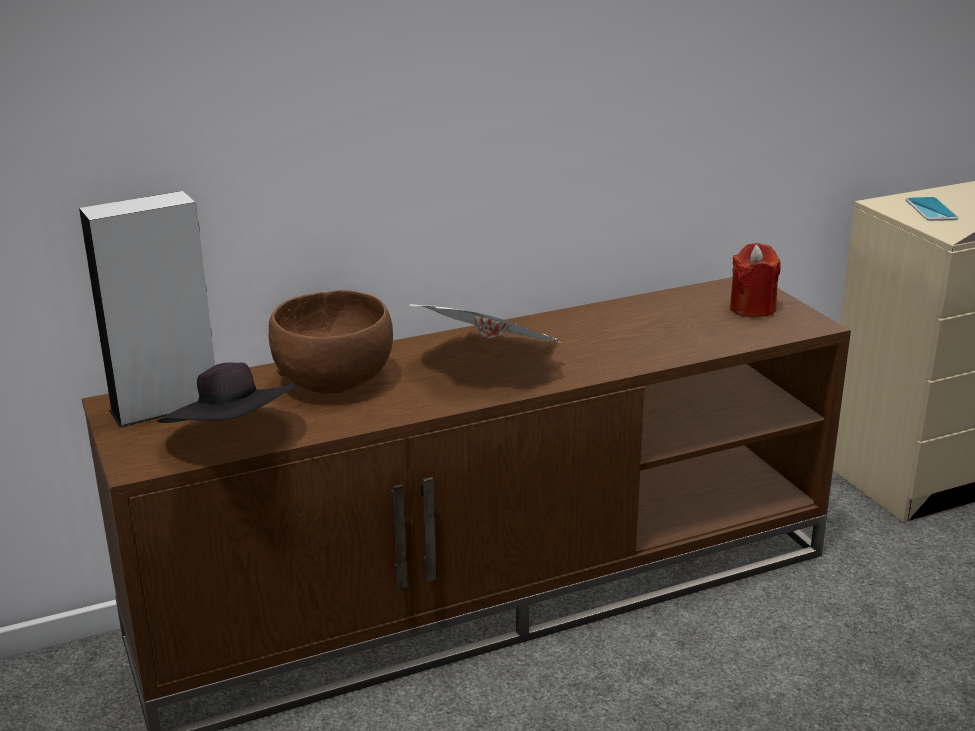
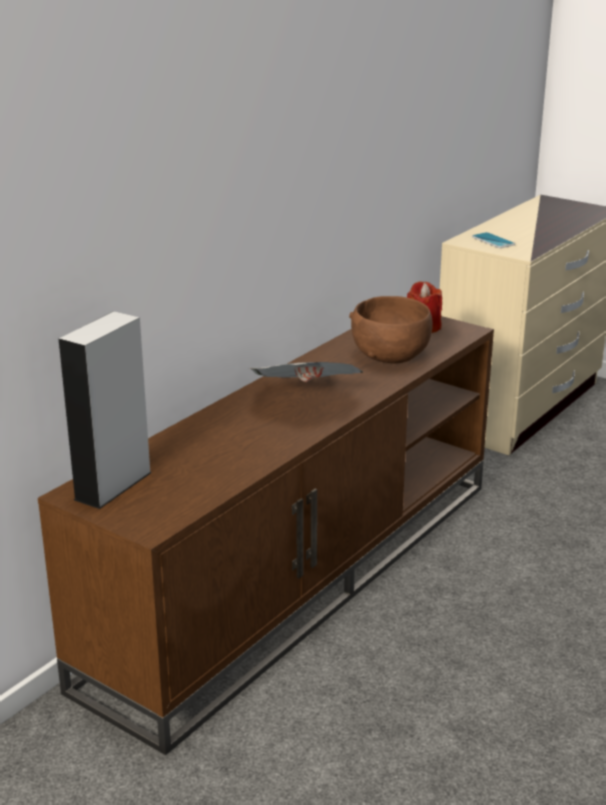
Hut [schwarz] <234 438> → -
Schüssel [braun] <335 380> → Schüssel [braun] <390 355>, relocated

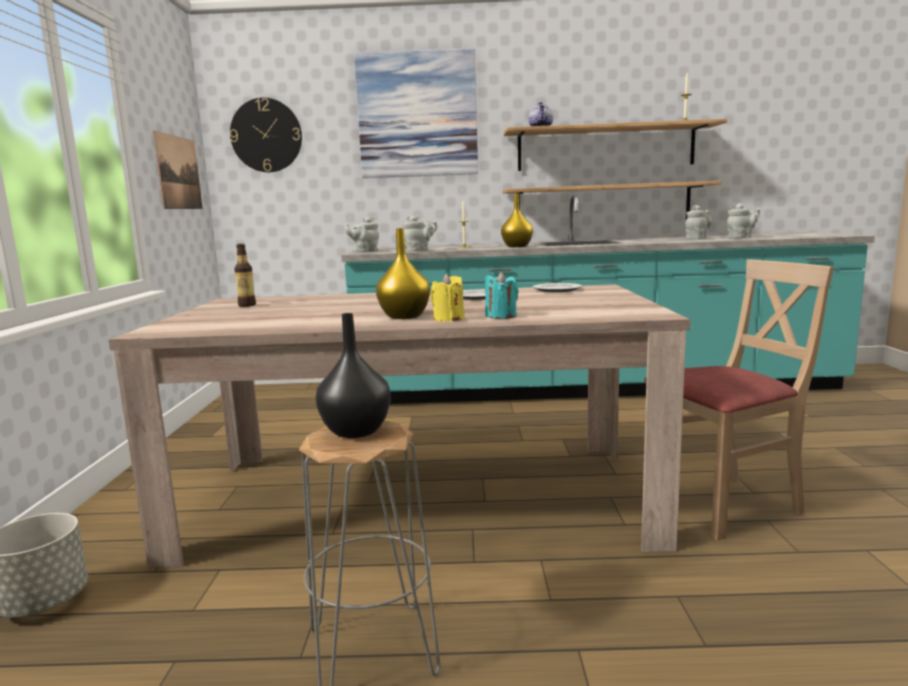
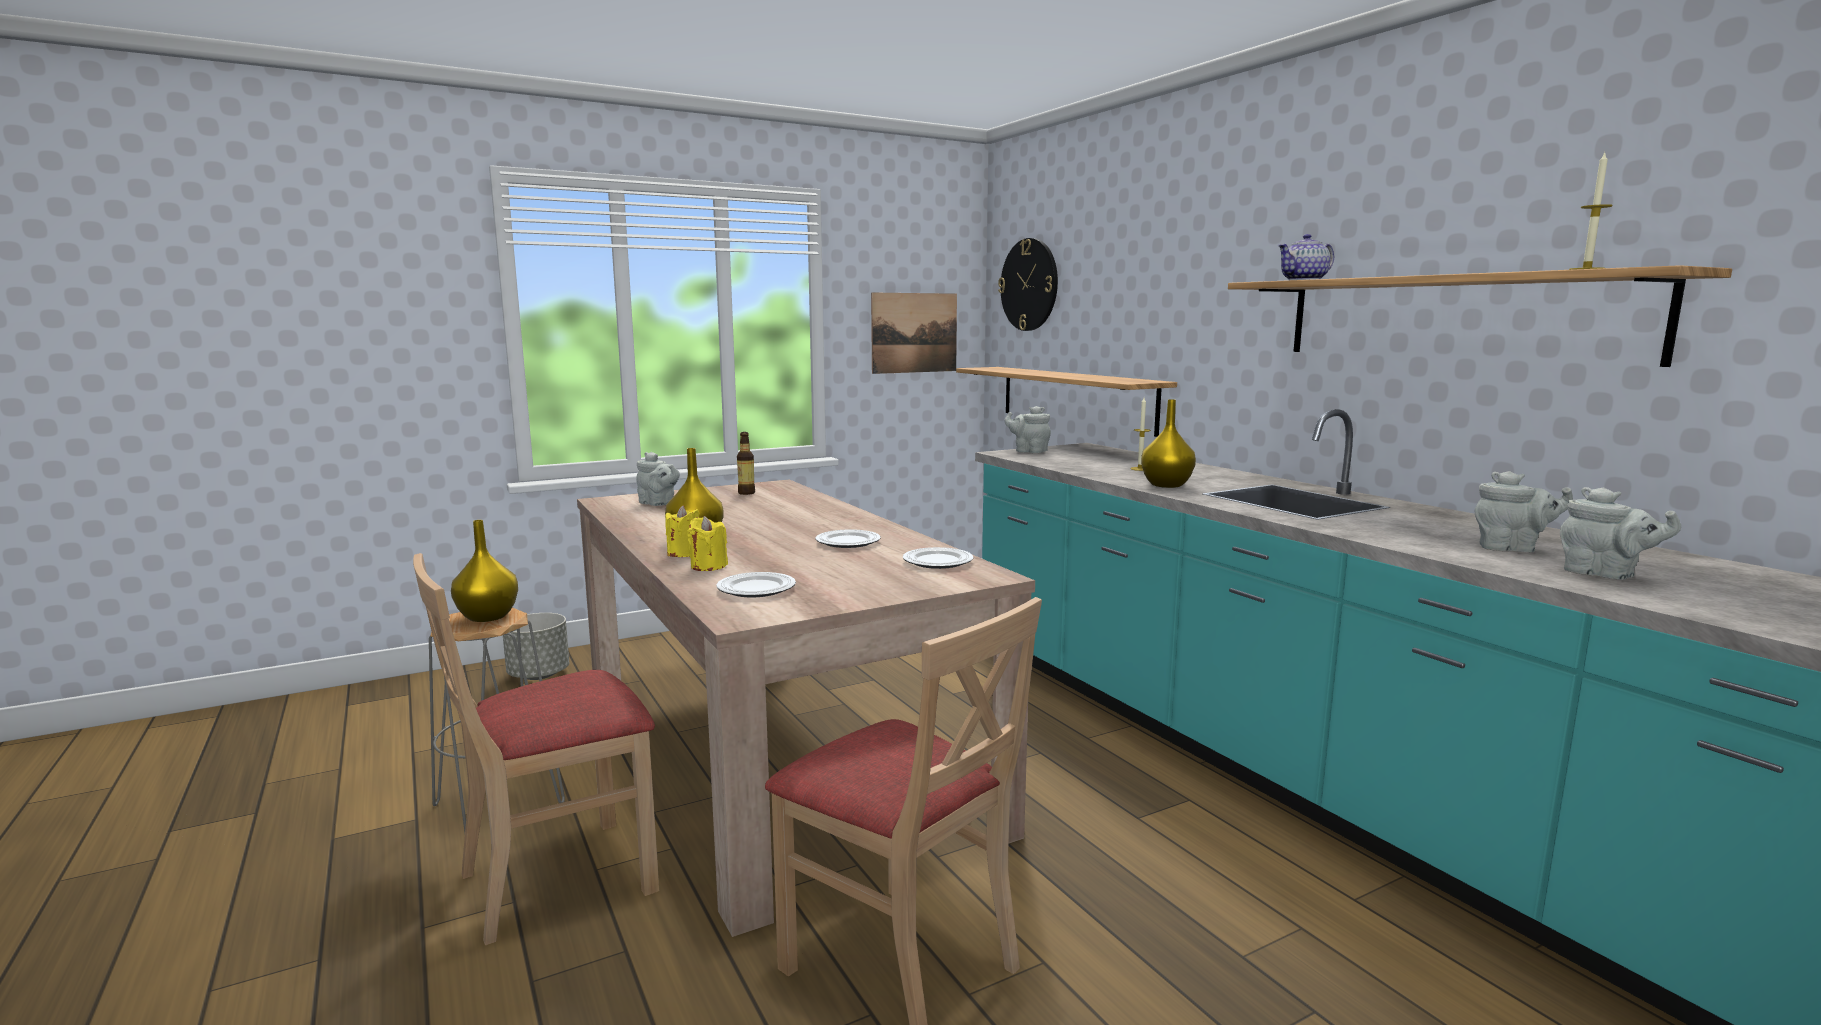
Vase [schwarz] <355 432> → Vase [gelb] <486 617>
Bild <417 115> → -
Teekanne [grau] <419 251> → Teekanne [grau] <658 504>, relocated
Kerze [türkis] <501 316> → Kerze [gelb] <708 566>
Wandregal <603 205> → Wandregal <1075 398>, relocated
- → Stuhl [beige] <558 879>
- → Teller <756 589>

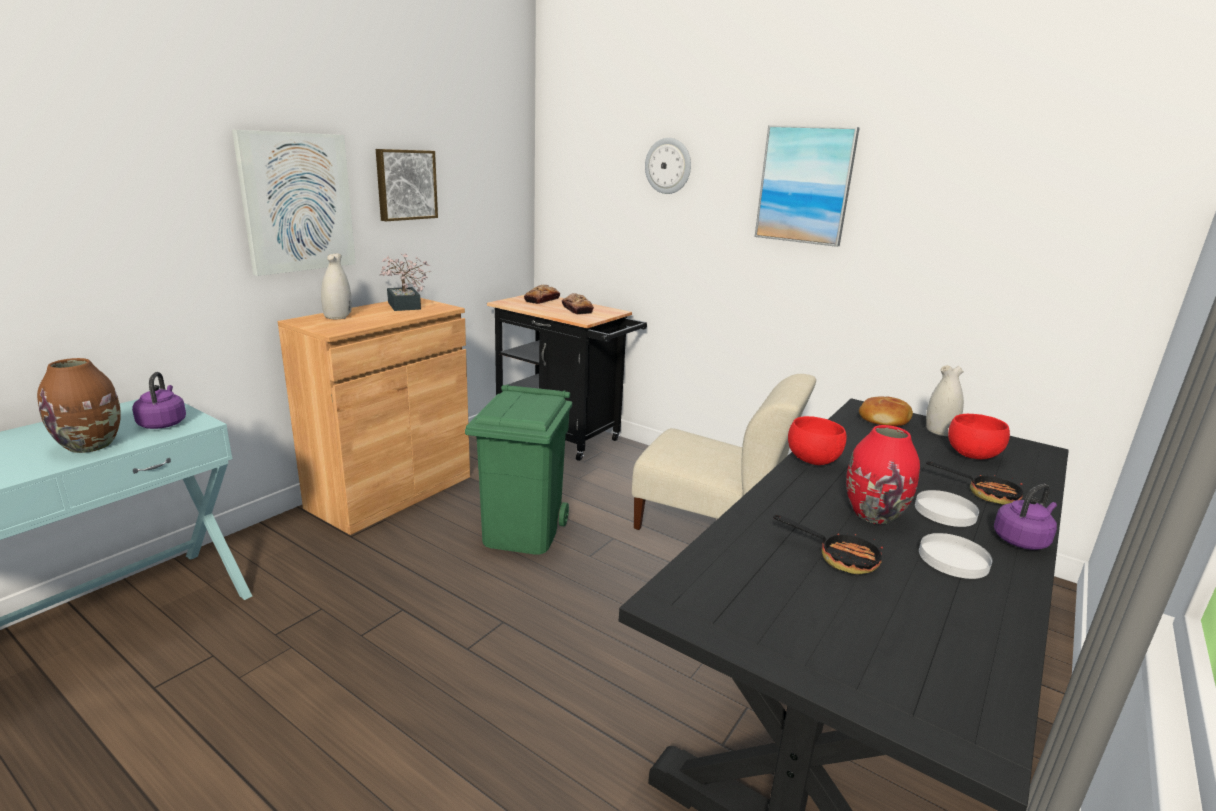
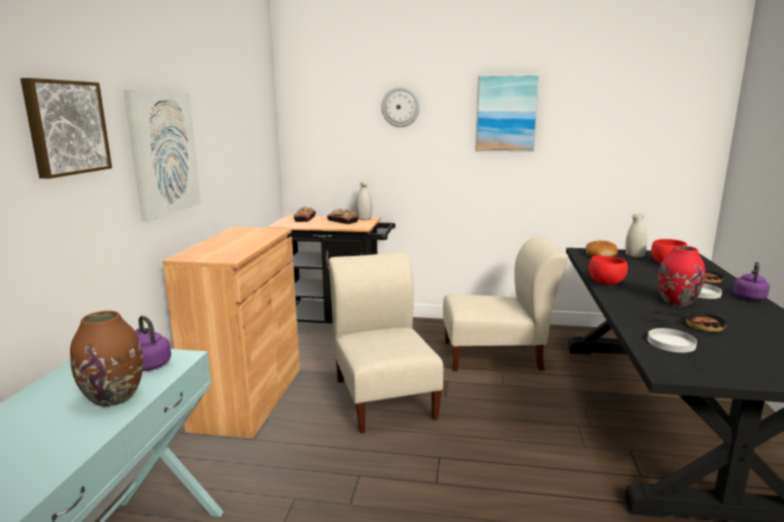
Vase [weiß] <338 316> → Vase [weiß] <364 218>, relocated
Bild <405 184> → Bild <65 127>, relocated
Topfpflanze <404 307> → -
Mülleimer [grün] <523 532> → Stuhl [beige] <384 396>
Teller [weiß] <953 559> → Teller [weiß] <671 343>, relocated

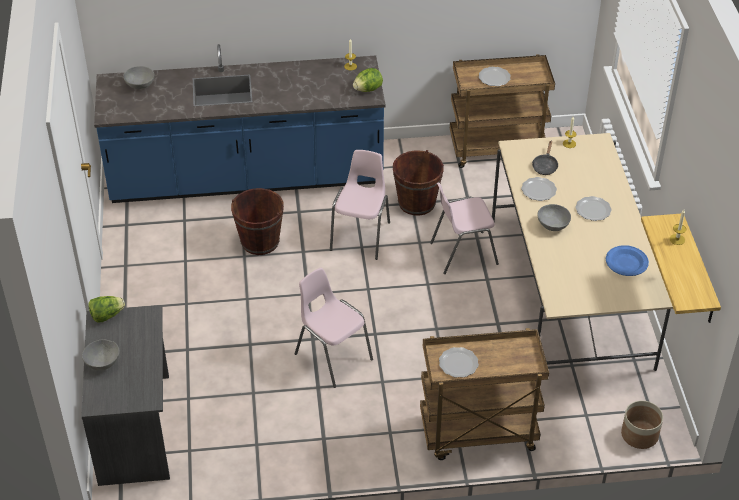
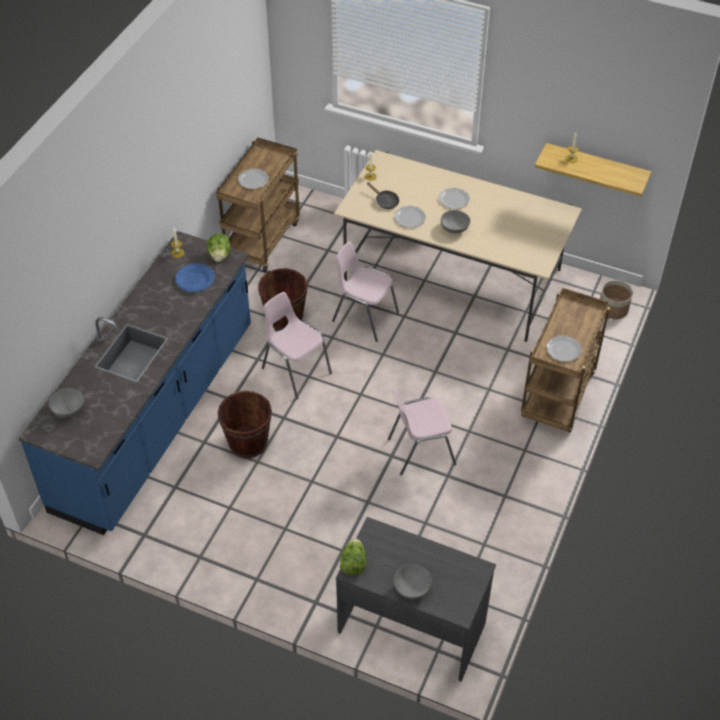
Stuhl [rosa] <462 253> → Stuhl [rosa] <364 317>, 105 degrees clockwise
Teller [blau] <627 263> → Teller [blau] <195 279>, relocated

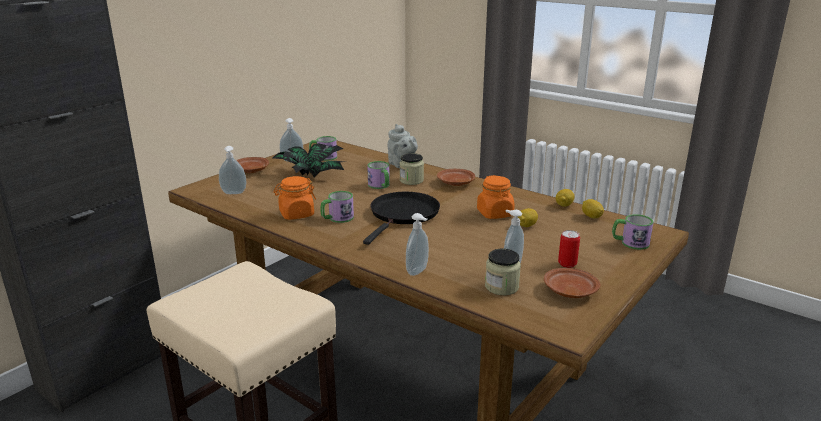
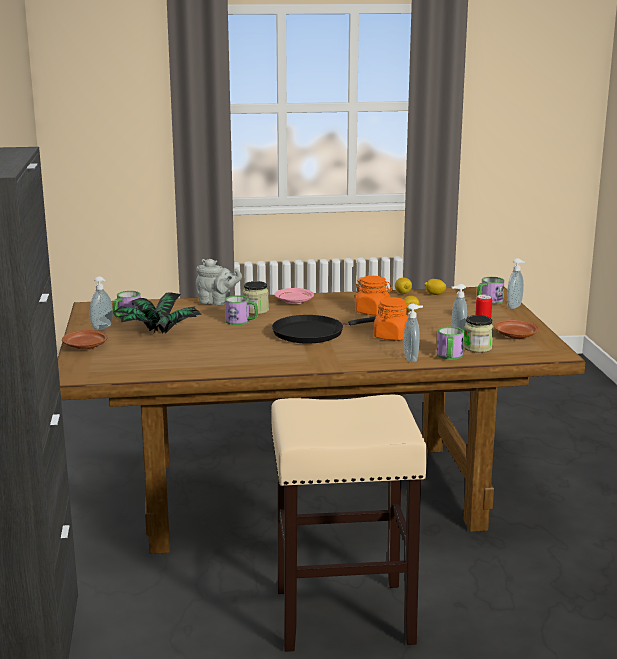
Seifenspender <234 193> → Seifenspender <515 307>, relocated
Vorratsglas [orange] <296 214> → Vorratsglas [orange] <391 336>, relocated
Henkelbecher <337 218> → Henkelbecher <449 356>, relocated
Pfanne [schwarz] <403 215> → Pfanne [schwarz] <313 333>, 90 degrees counterclockwise
Teller [braun] <455 183> → Teller [rosa] <294 302>

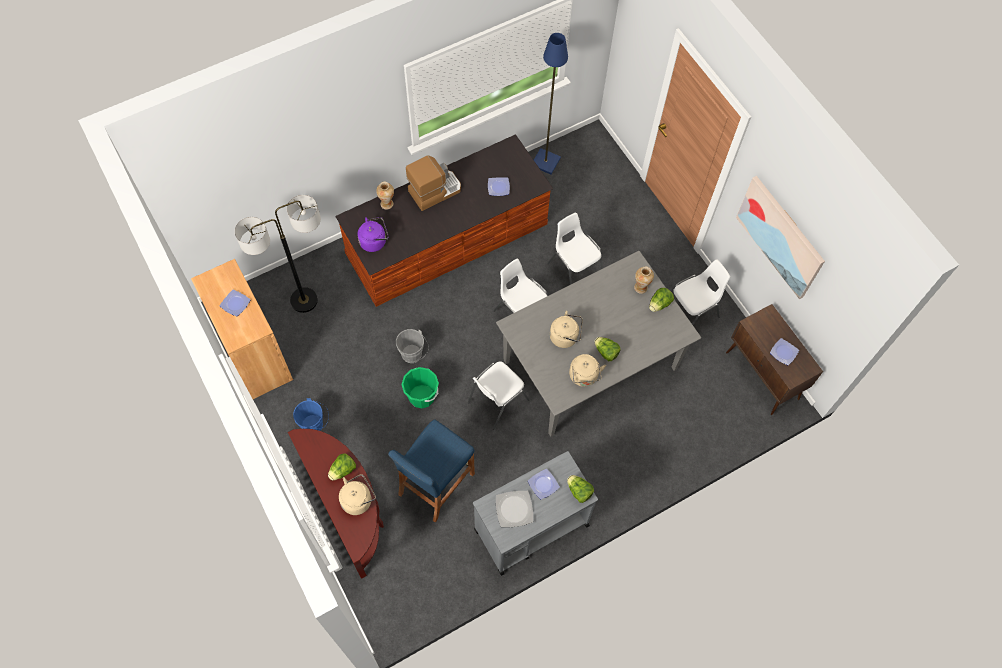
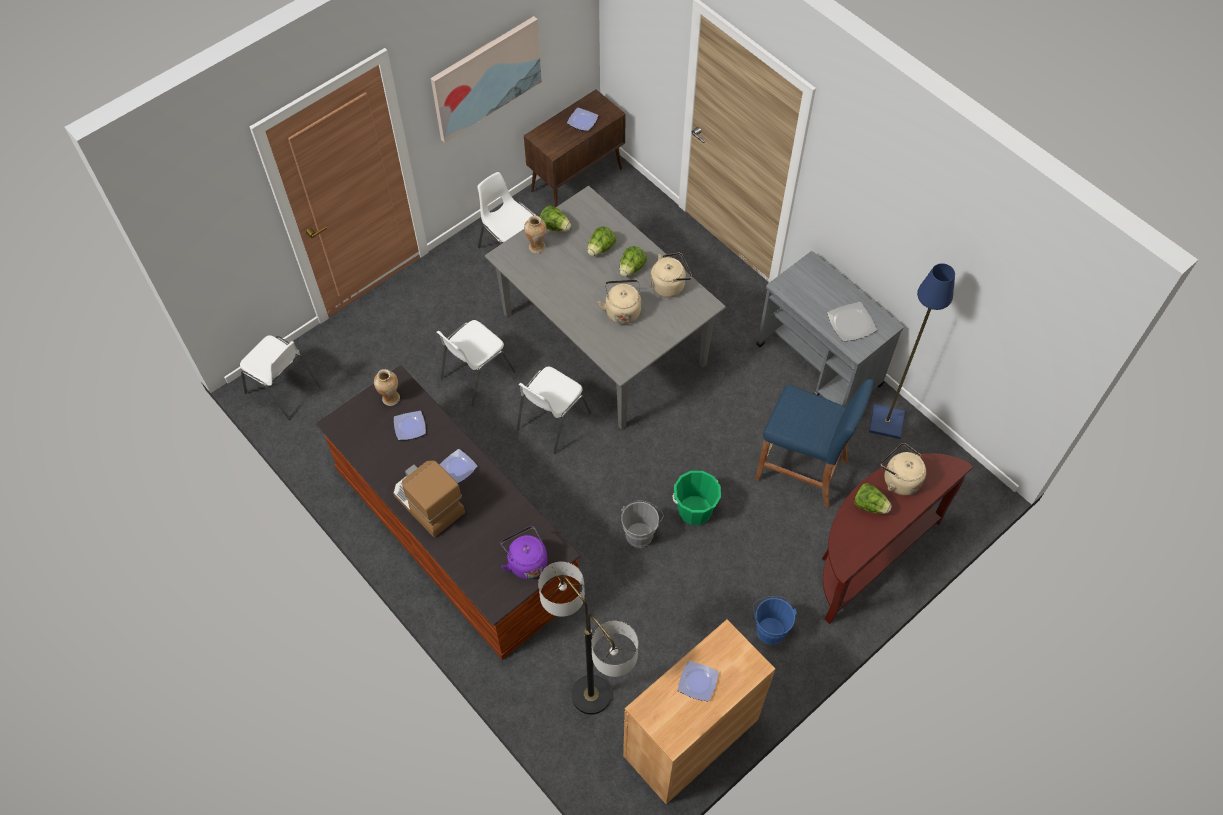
Vase <387 204> → Vase <390 398>, relocated
Stuhl [weiß] <497 401> → Stuhl [weiß] <284 390>, relocated
Teller <543 484> → Teller <457 468>, relocated
Stehlampe [blau] <546 161> → Stehlampe [blau] <885 421>, relocated
Salatkopf <579 491> → Salatkopf <600 249>, relocated

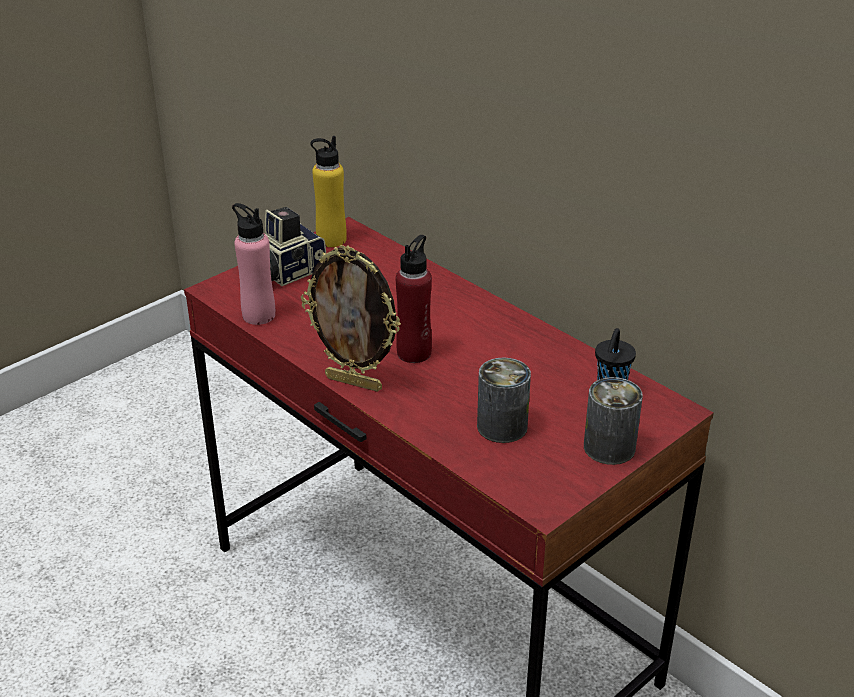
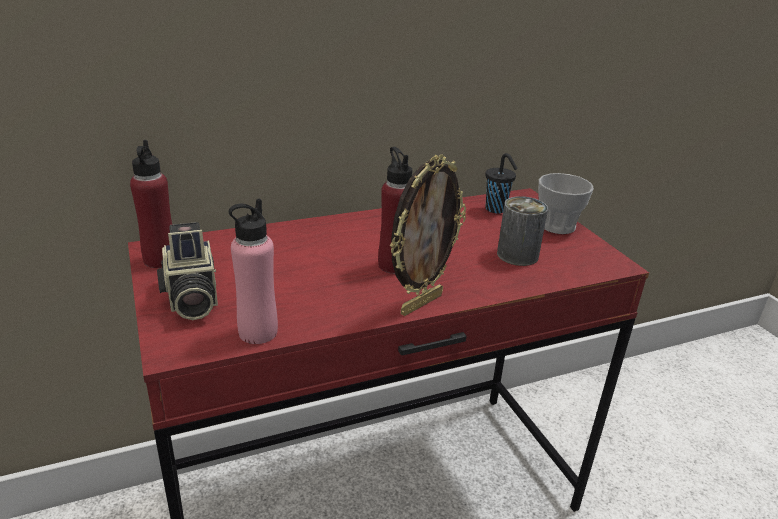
Flasche [gelb] <331 239> → Flasche [rot] <160 259>
Dose <609 447> → Tasse <557 226>

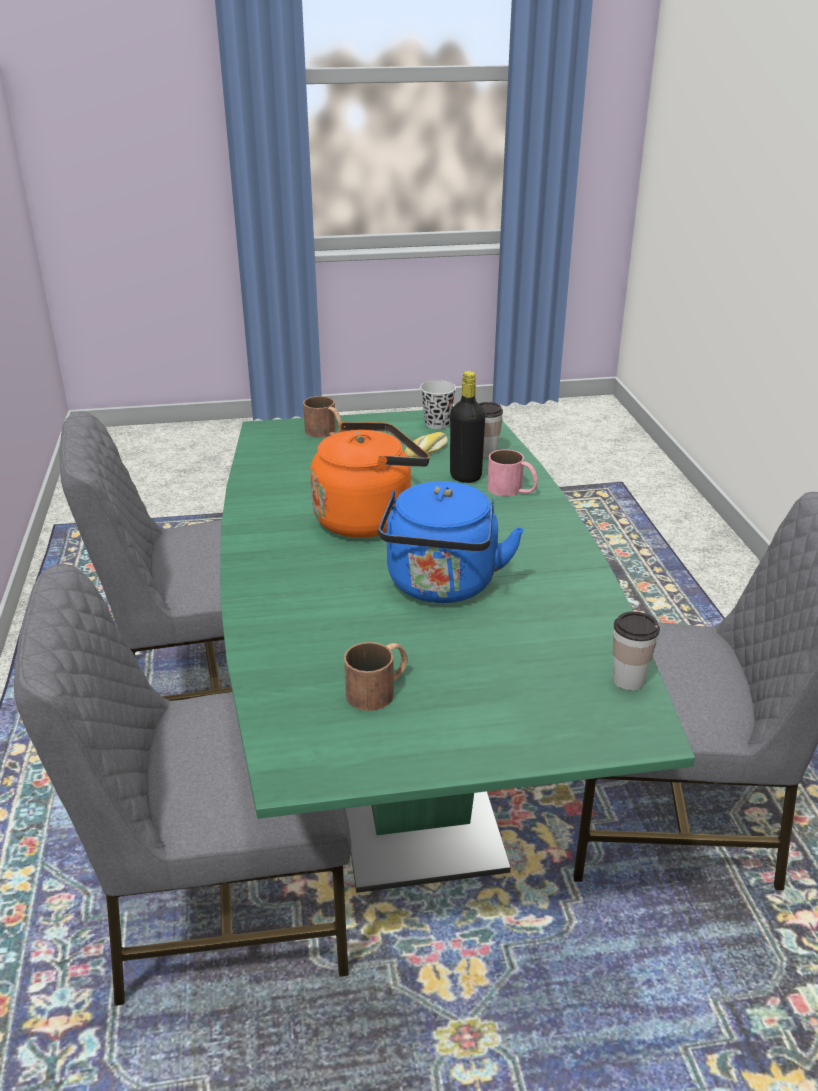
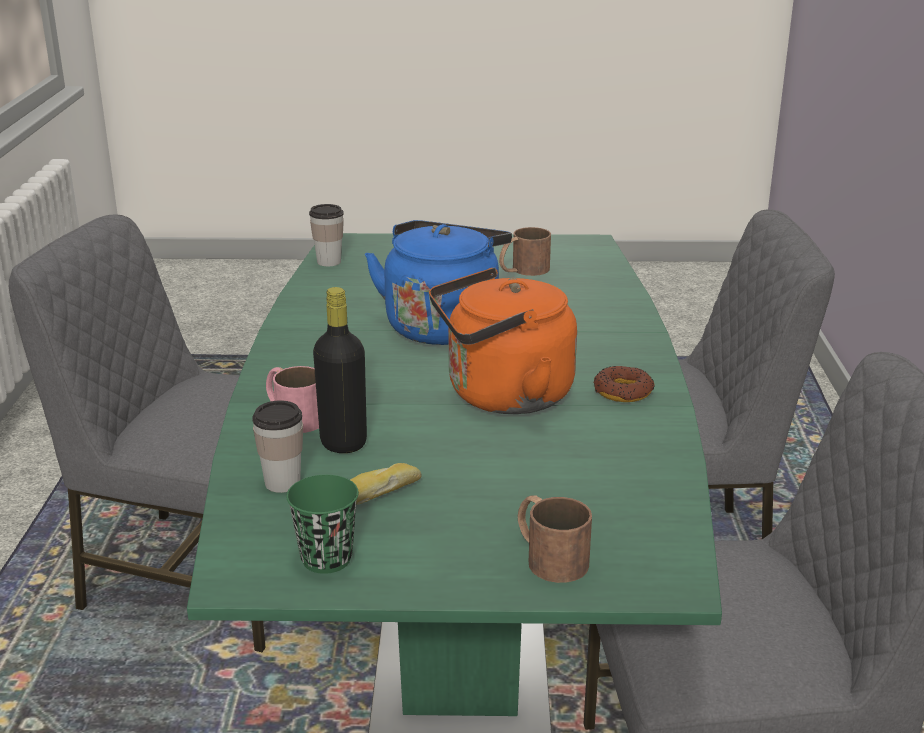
Tasse [schwarz] <437 424> → Tasse [grün] <326 559>
- → Donut <623 391>

